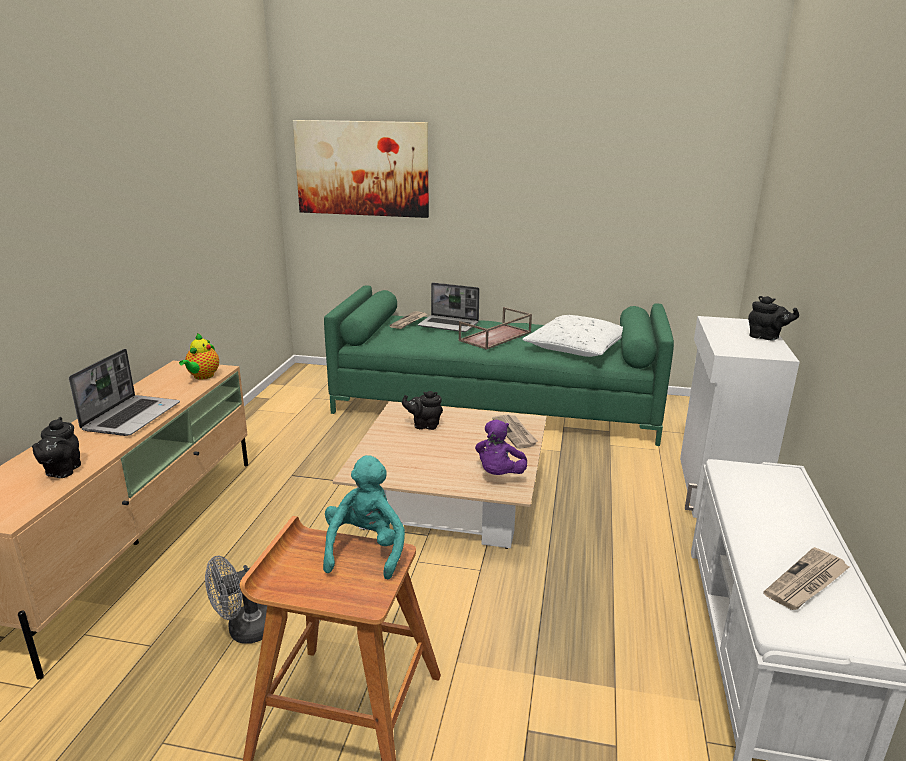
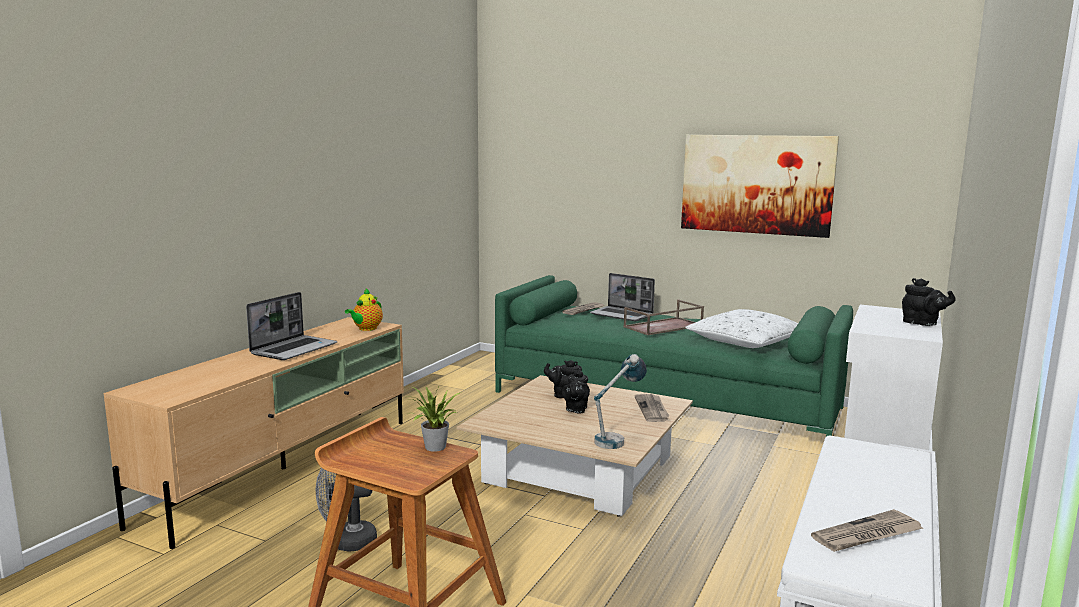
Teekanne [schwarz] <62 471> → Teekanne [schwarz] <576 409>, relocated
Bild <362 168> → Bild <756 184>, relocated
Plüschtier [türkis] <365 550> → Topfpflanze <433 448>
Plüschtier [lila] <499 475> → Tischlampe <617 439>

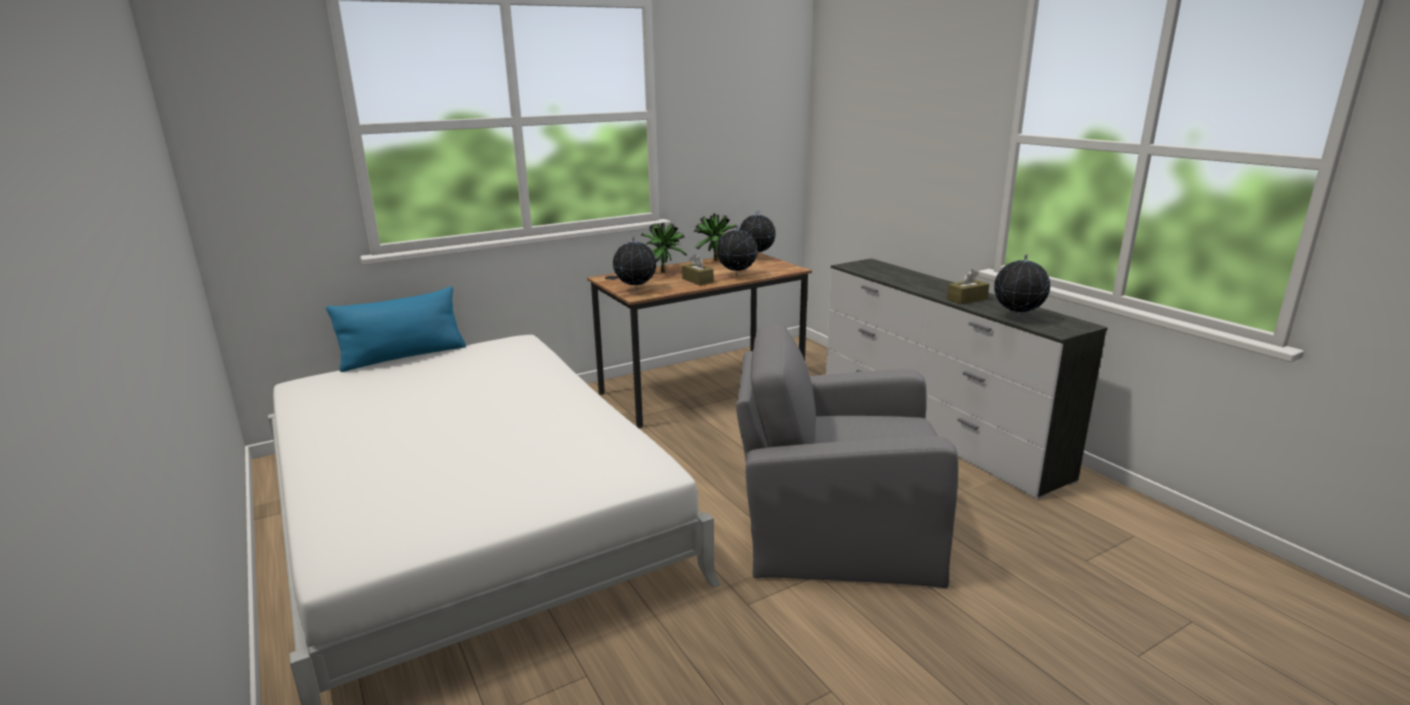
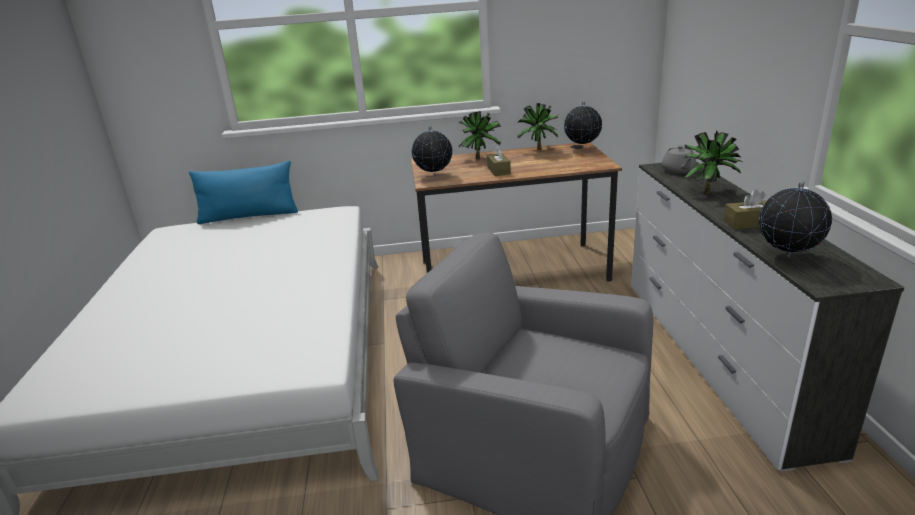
Globus <737 276> → -
- → Teekanne [grau] <678 170>
- → Topfpflanze <707 192>

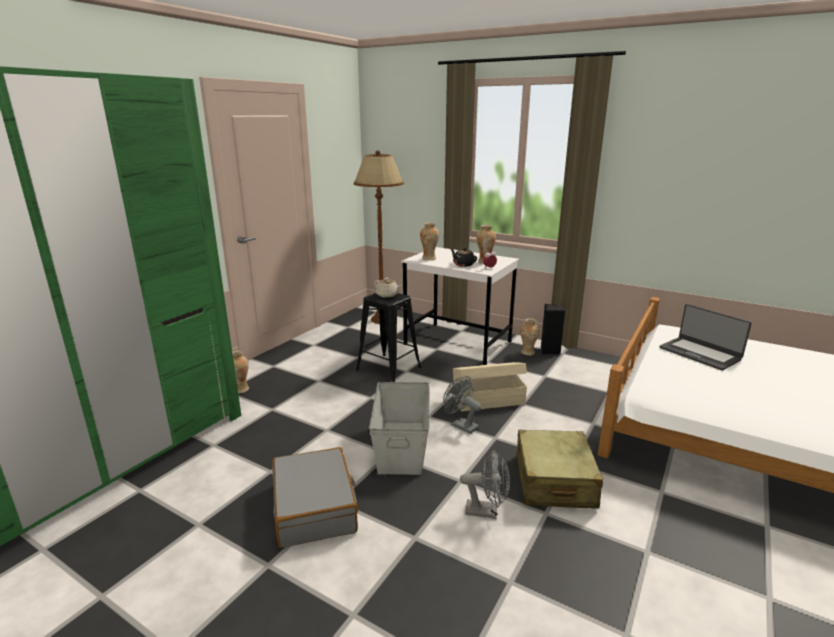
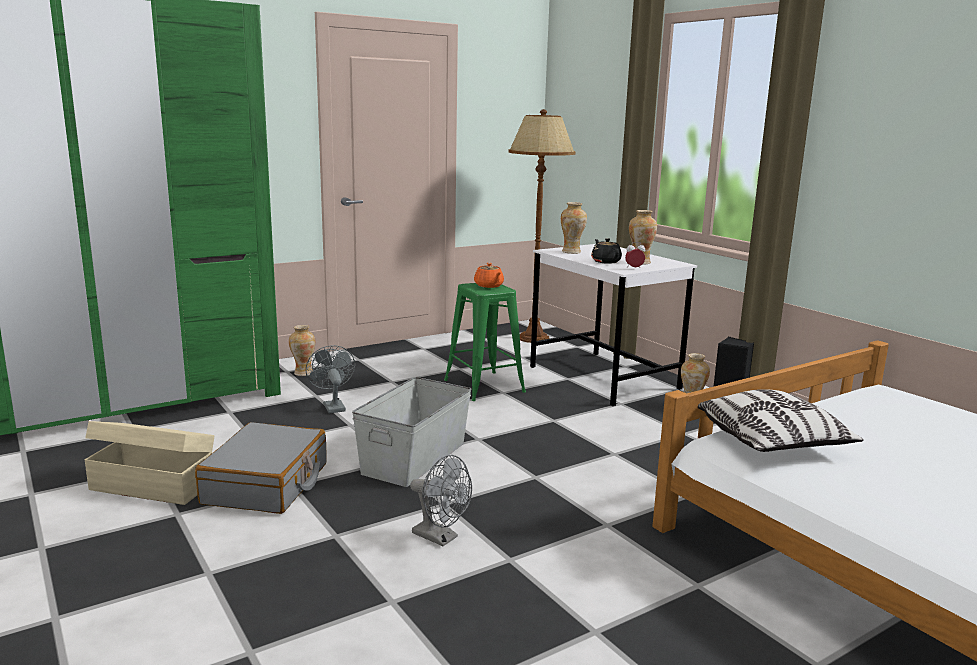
Hocker [schwarz] <389 369> → Hocker [grün] <484 386>
Teekanne [beige] <387 295> → Teekanne [orange] <489 286>
Ventilator [grau] <460 425> → Ventilator [grau] <332 406>, relocated
Aufbewahrungsbox [beige] <487 399> → Aufbewahrungsbox [beige] <152 485>, relocated
Koffer [beige] <554 481> → -
Laptop <700 353> → -
- → Kissen <773 442>

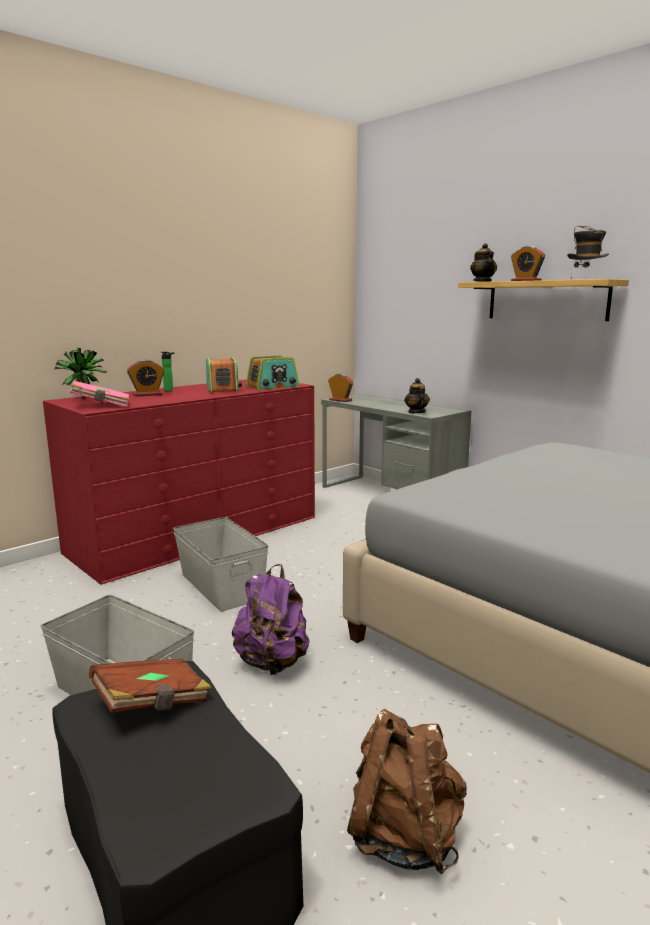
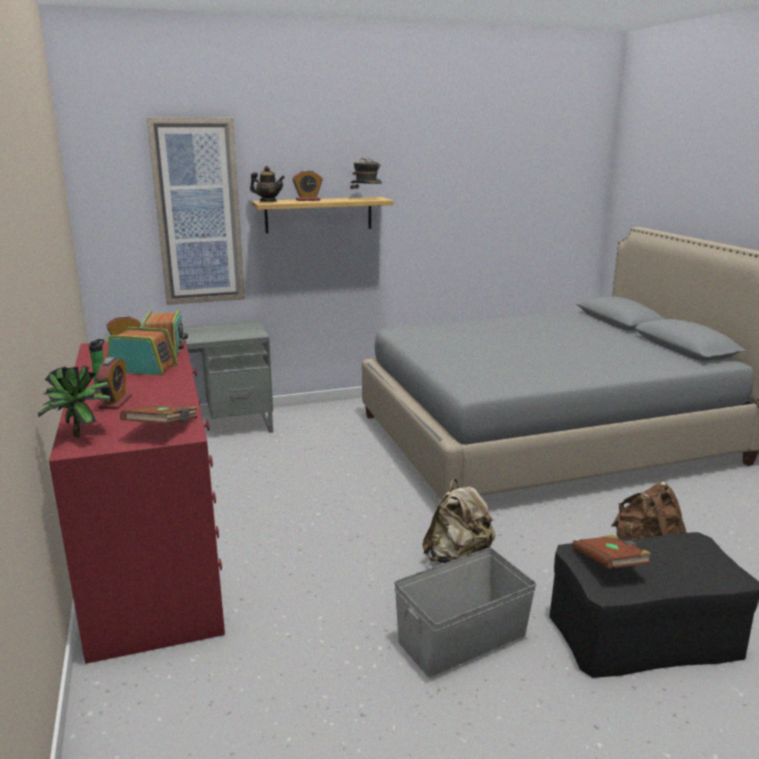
Buch [rosa] <101 405> → Buch [braun] <164 429>
Aufbewahrungsbox [grau] <221 586> → -
Rucksack [lila] <272 662> → Rucksack [beige] <458 557>
Teekanne <416 412> → -
- → Bild <198 213>

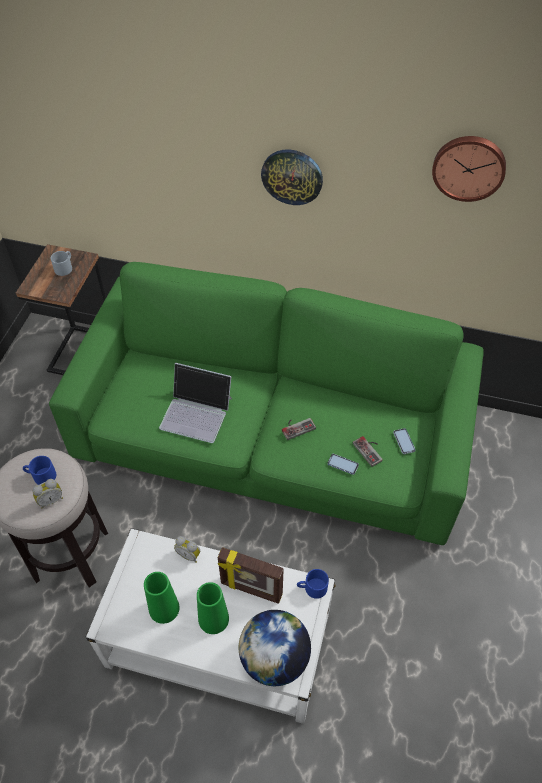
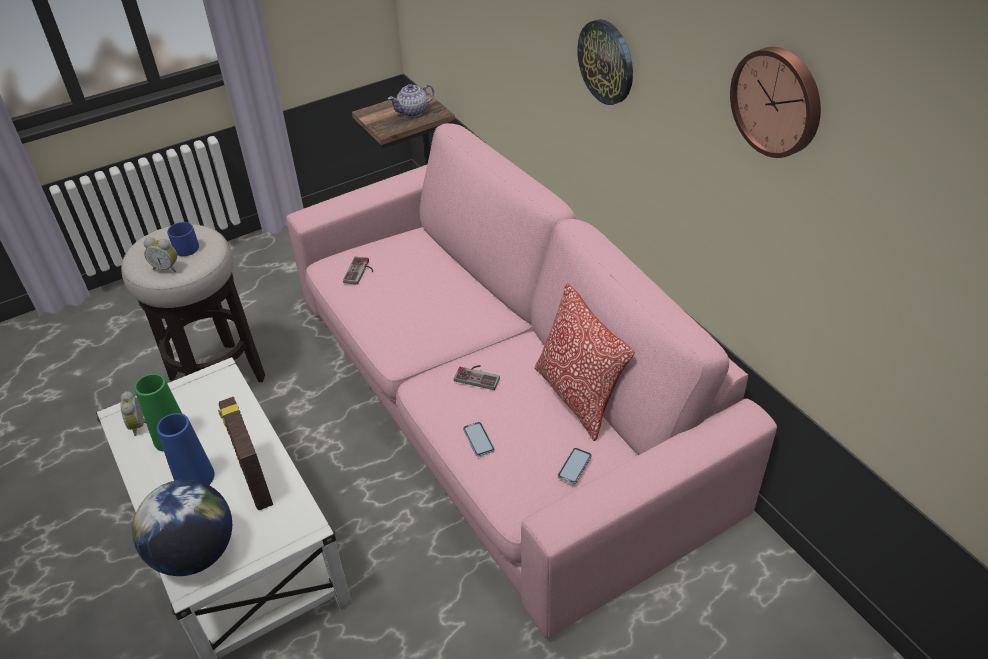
Sofa [grün] <271 435> → Sofa [rosa] <497 400>
Henkelbecher [grau] <65 267> → Teekanne <413 112>
Laptop <197 412> → -
Wecker <189 554> → Wecker <140 425>, relocated
Vase [grün] <213 619> → Vase [blau] <195 477>
Henkelbecher [blau] <312 588> → -
Gamepad <370 450> → Gamepad <361 272>, relocated
- → Kissen <577 397>

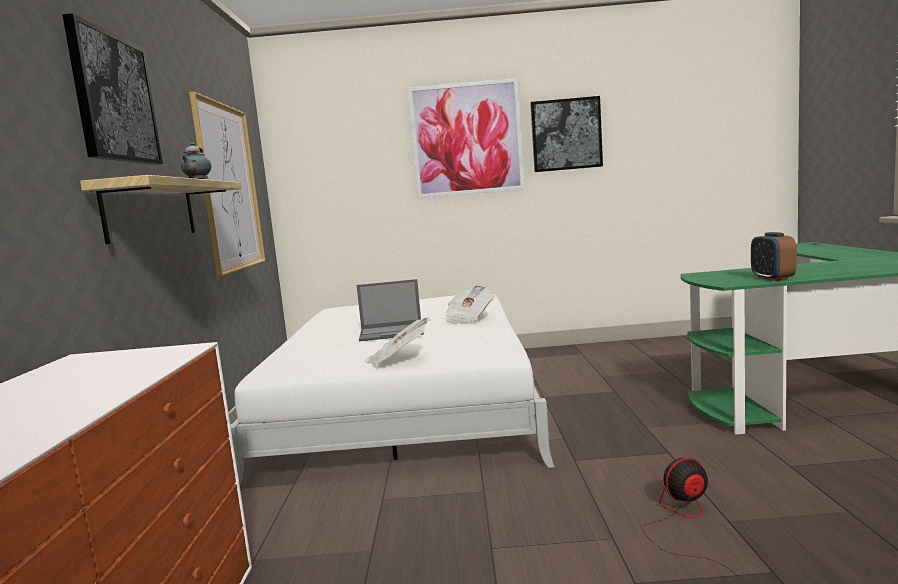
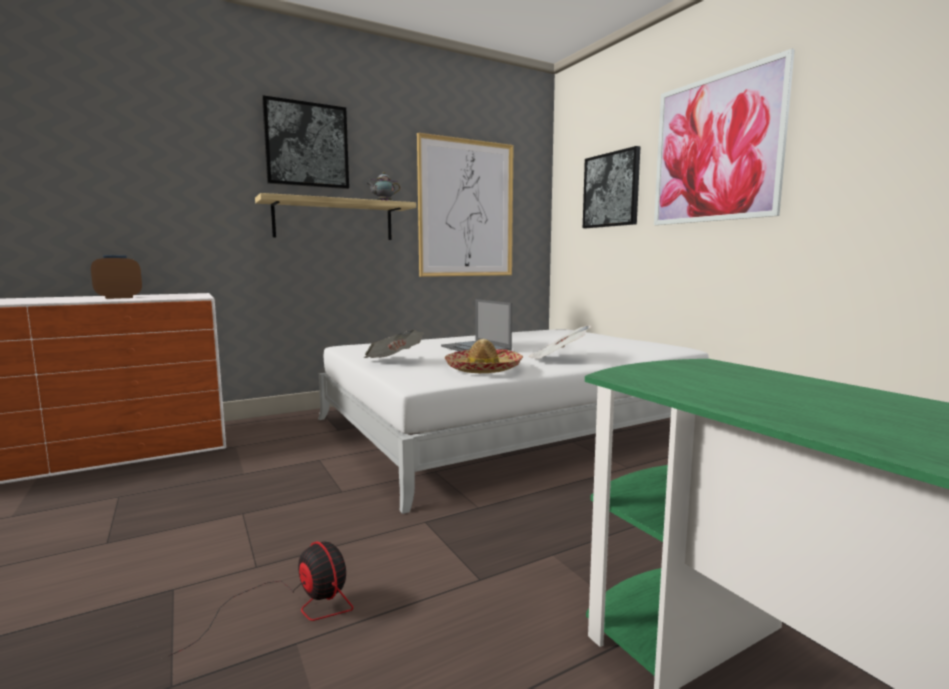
Bild <566 134> → Bild <611 190>, relocated
Wecker <772 278> → Wecker <119 298>, relocated
- → Hut <483 369>

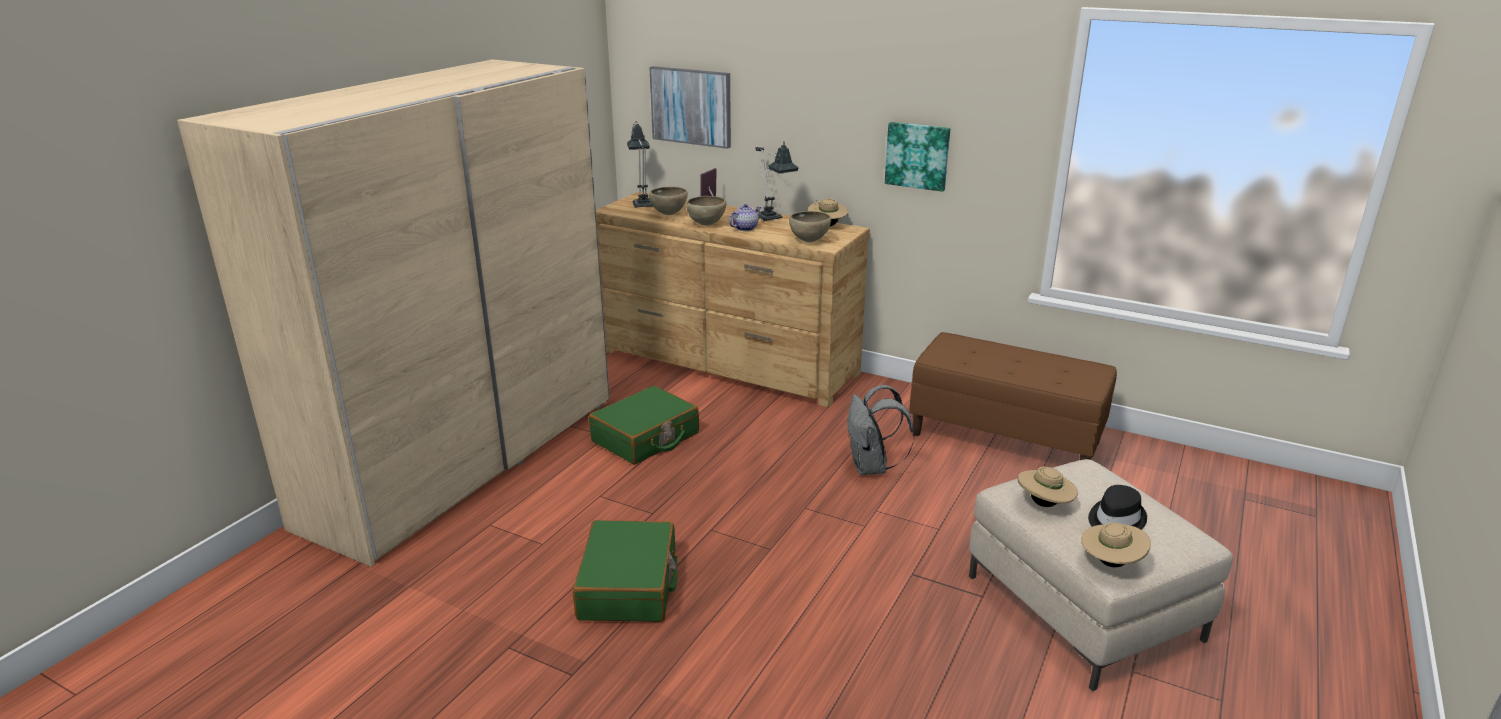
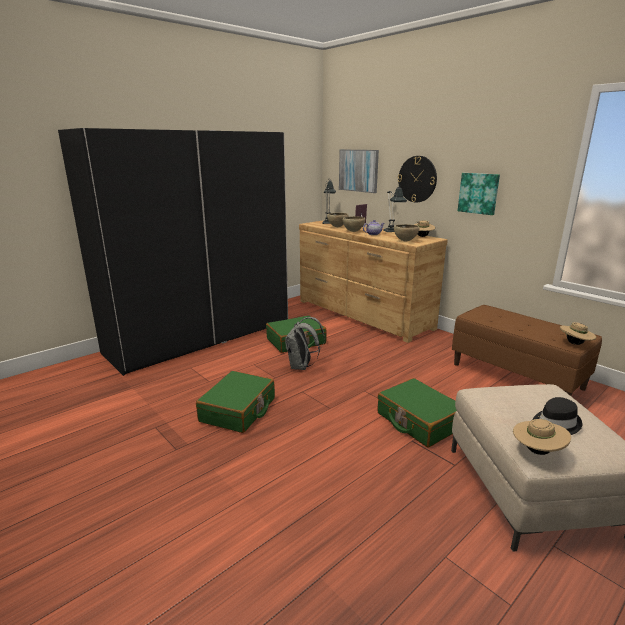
Kleiderschrank [beige] <465 459> → Kleiderschrank [schwarz] <201 337>
Rucksack [grau] <871 467> → Rucksack [grau] <302 366>, relocated
Hut [beige] <1044 504> → Hut [beige] <575 344>, relocated
- → Koffer [grün] <418 421>
- → Wanduhr <417 179>

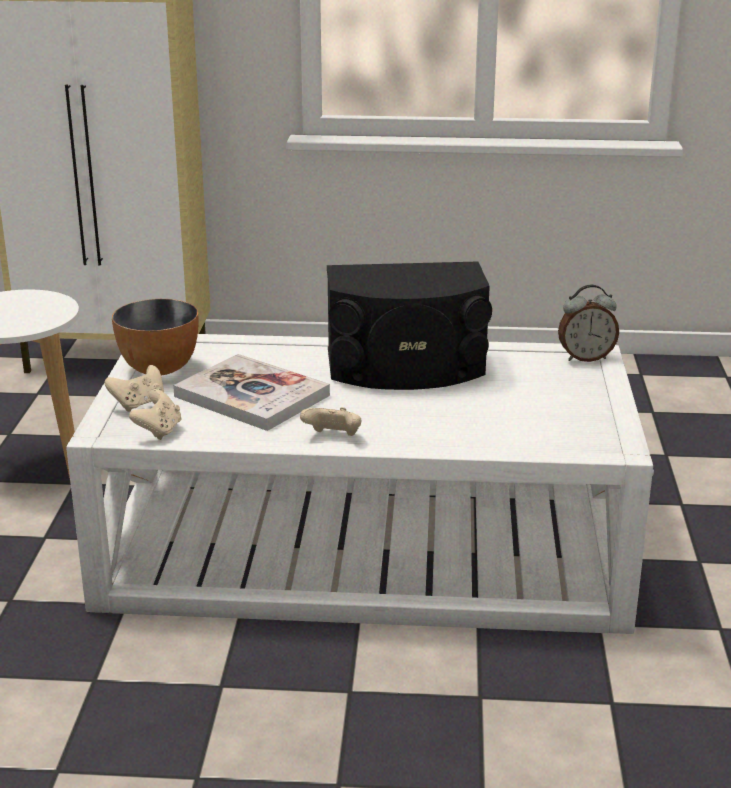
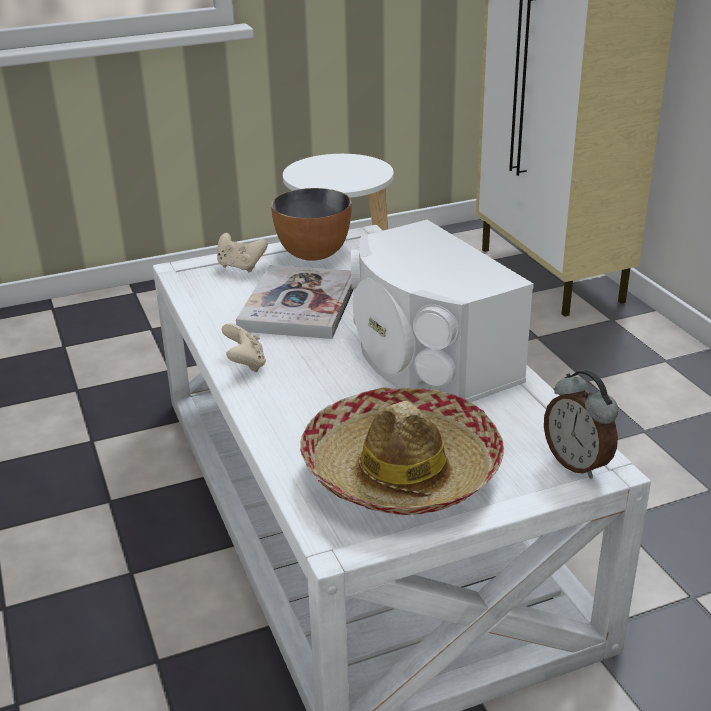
Gamepad [beige] <159 431> → -
Lautsprecher [schwarz] <406 368> → Lautsprecher [weiß] <428 358>
- → Hut <401 470>

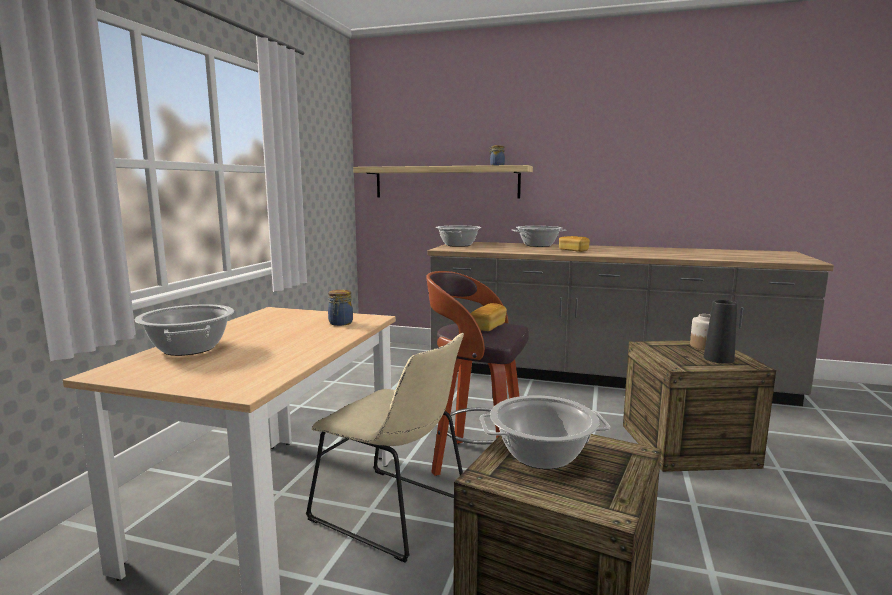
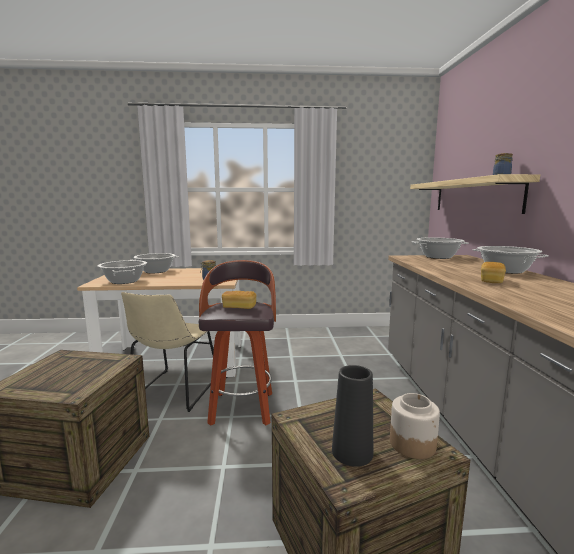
Kochtopf <542 455> → Kochtopf <124 281>, relocated

